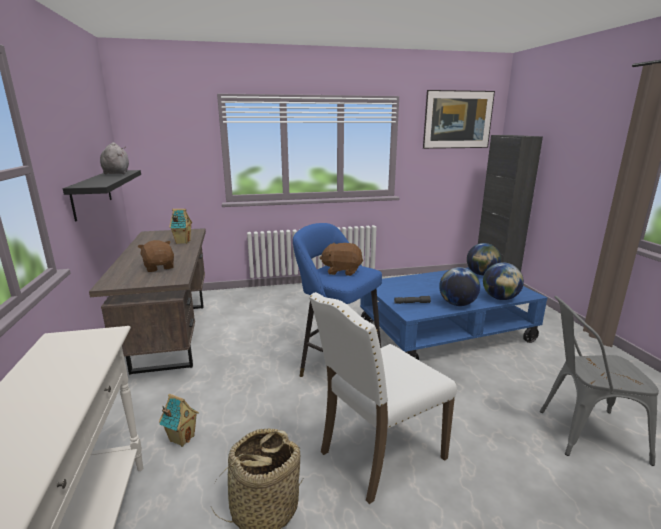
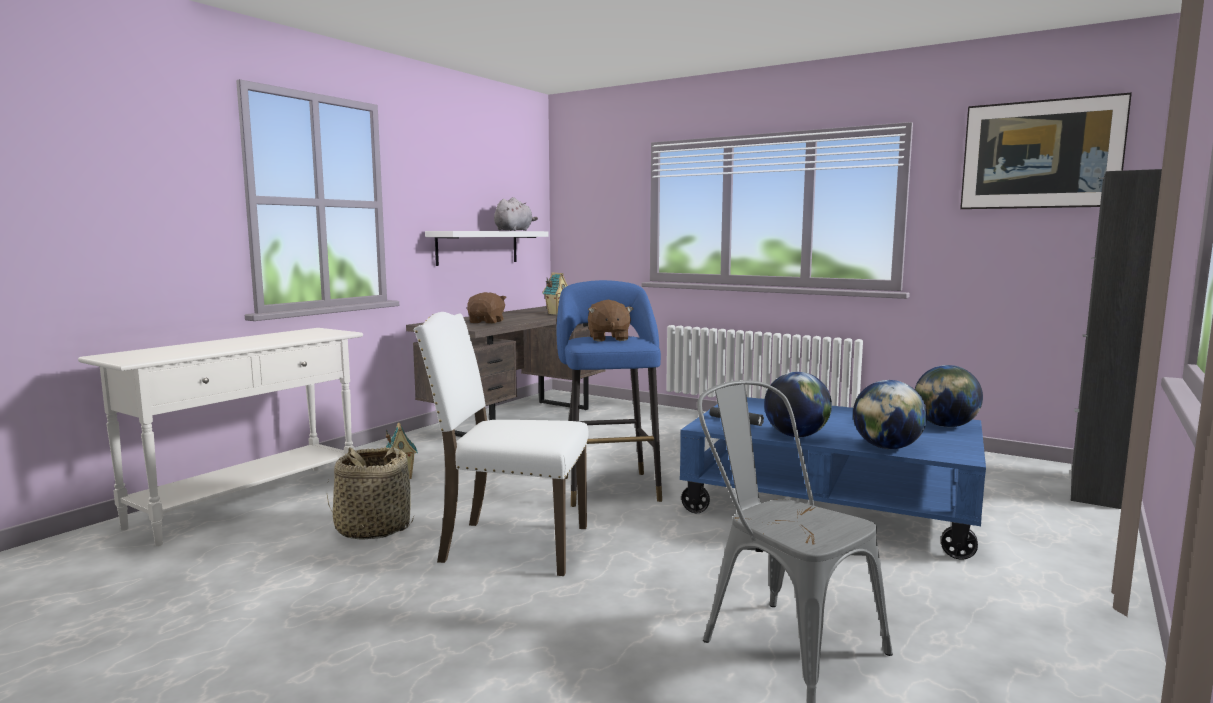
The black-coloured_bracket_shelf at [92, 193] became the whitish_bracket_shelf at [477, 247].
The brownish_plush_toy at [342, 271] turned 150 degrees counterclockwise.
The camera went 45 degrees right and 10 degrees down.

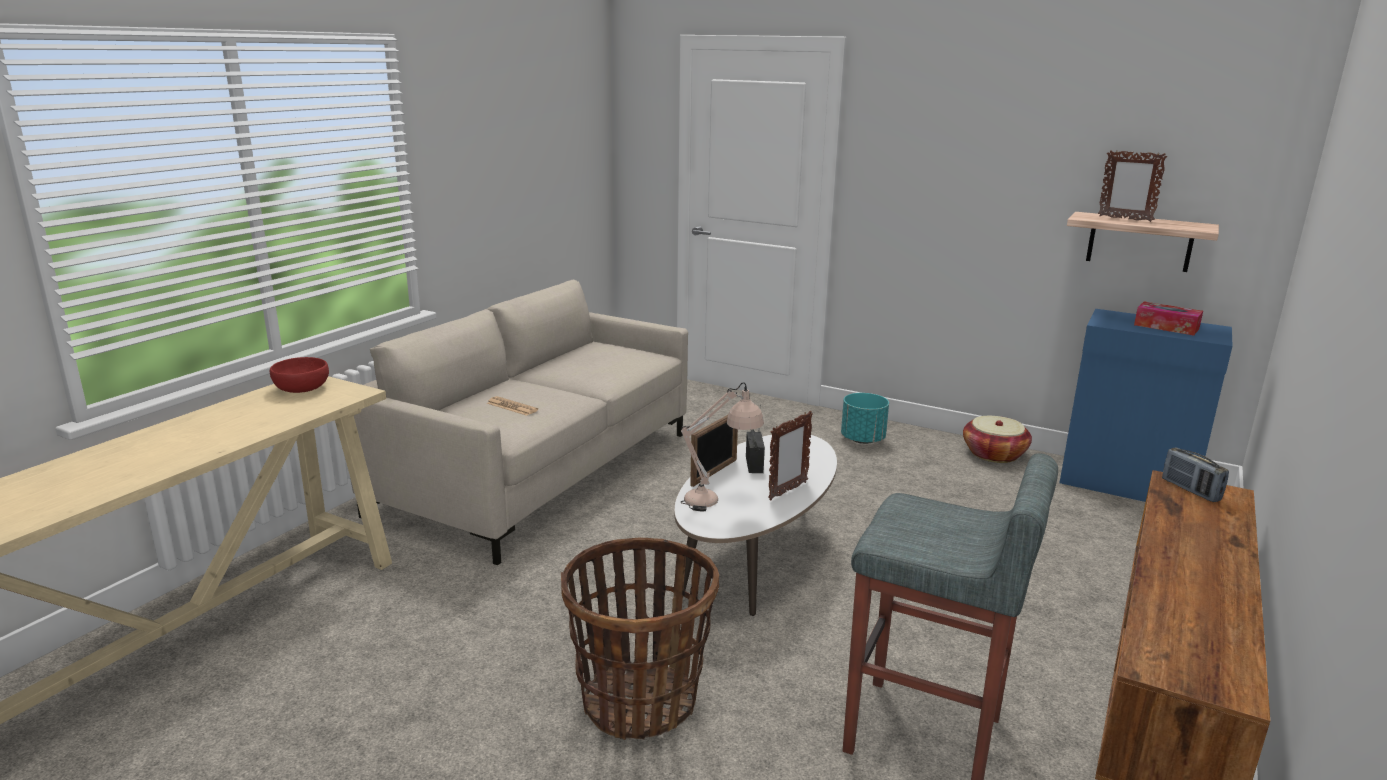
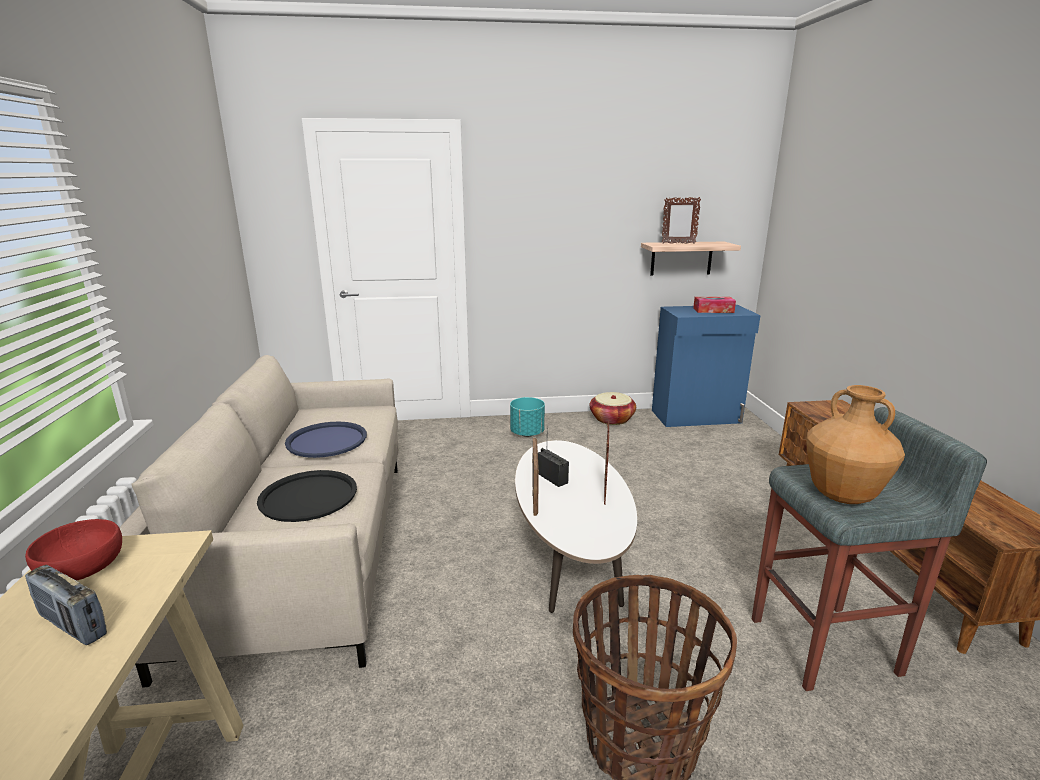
The printed_paper at [512, 407] was replaced by the black-coloured_tray at [308, 497].
The beige_lamp_for_a_table at [719, 501] disappeared.
The radio_set moved from [1190, 490] to [73, 625].
The bluish_tray at [326, 440] appeared.
The brownish_decorative_vase at [841, 496] appeared.
The camera went 35 degrees left and 0 degrees up.

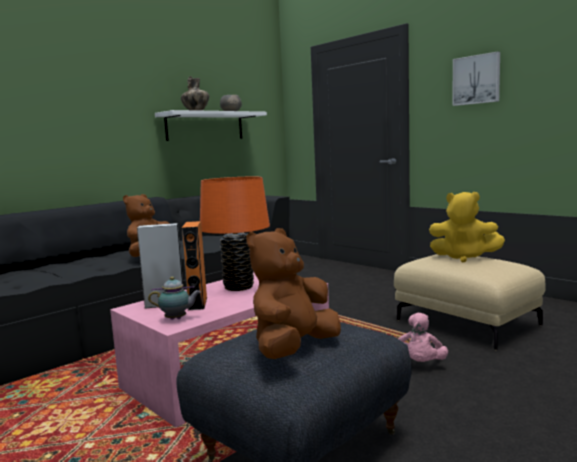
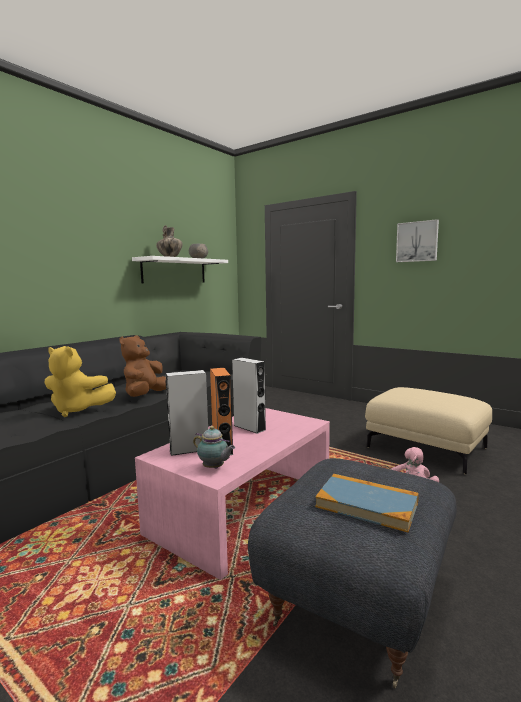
The tea_pot at [177, 319] turned 45 degrees clockwise.
The orangey_lamp_for_a_table at [238, 287] was replaced by the greyish_speaker at [249, 427].
The brownish_plush_toy at [293, 349] was replaced by the volume at [367, 505].
The yellowish_plush_toy moved from [463, 257] to [77, 410].
The camera went 10 degrees left and 0 degrees up.

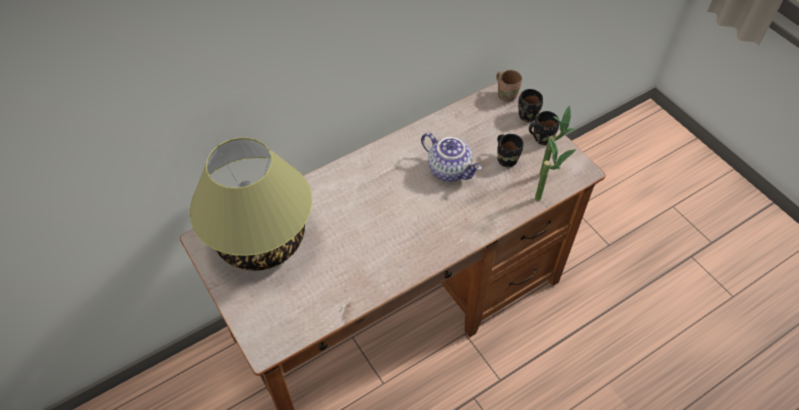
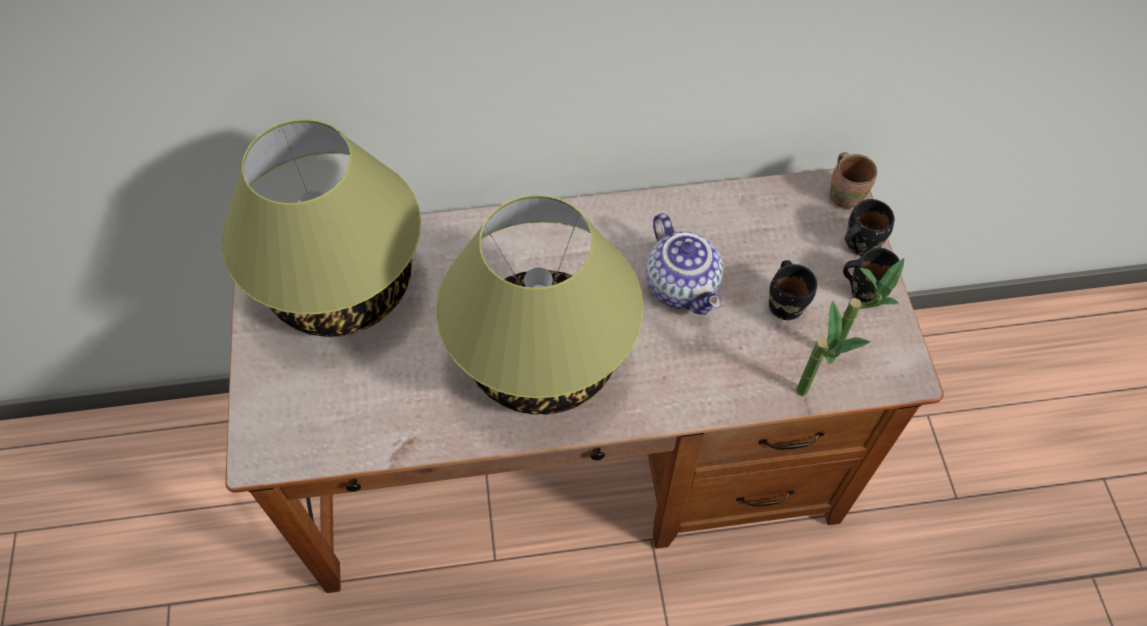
The lamp_for_a_table at [542, 357] appeared.
The camera went 25 degrees right and 5 degrees up.

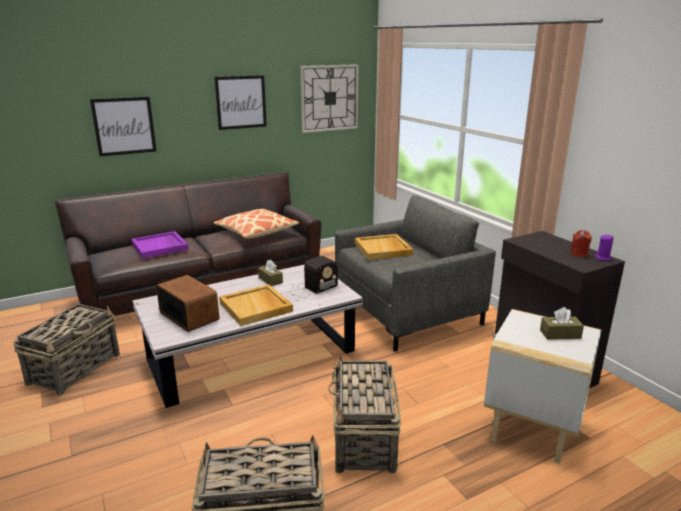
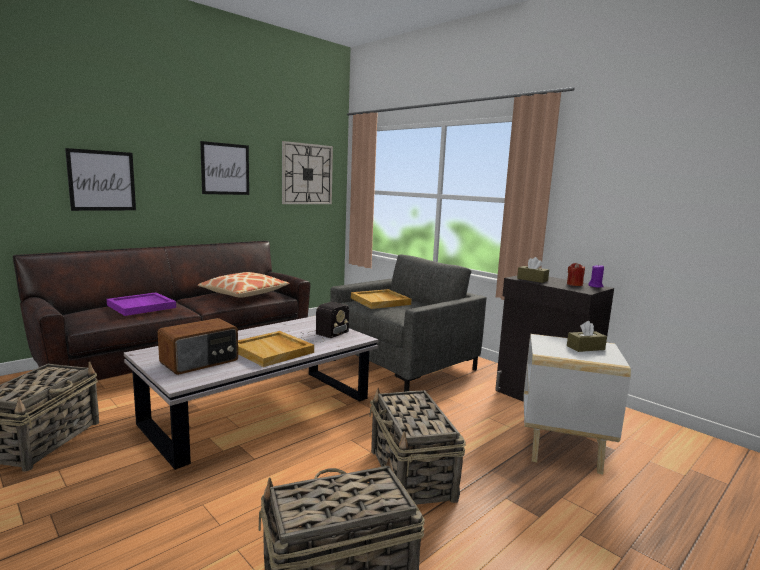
The radio_set at [190, 316] turned 105 degrees clockwise.
The brownish_tissue_holder moved from [270, 280] to [532, 279].
The camera went 15 degrees left and 10 degrees down.

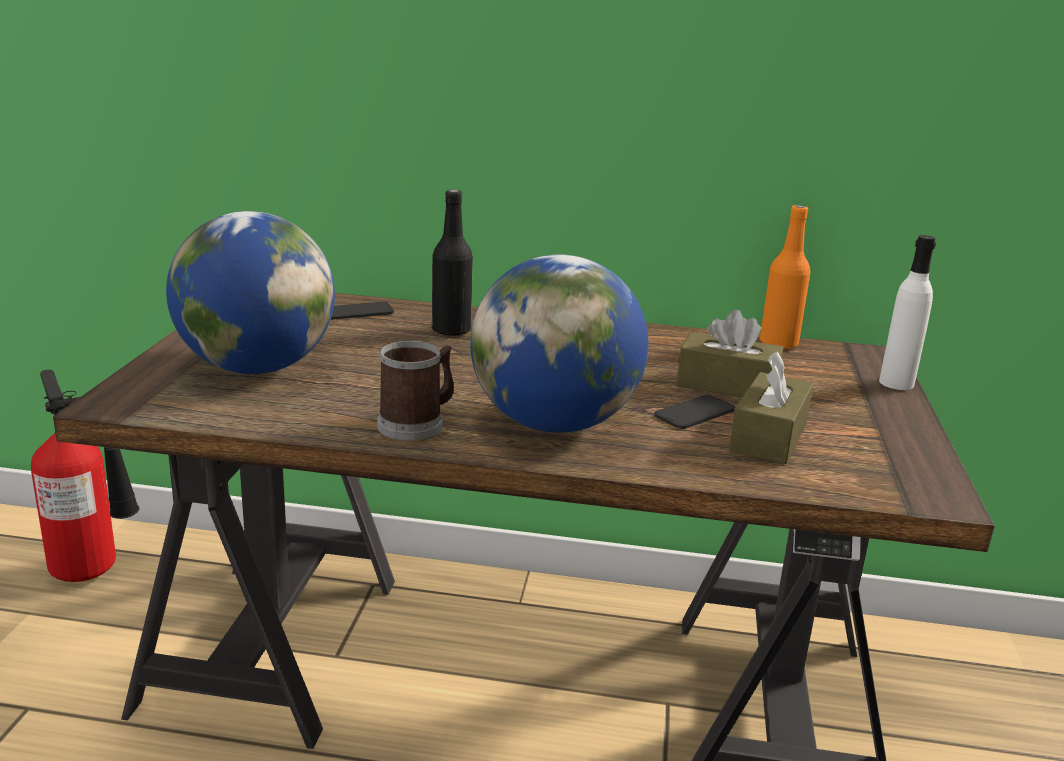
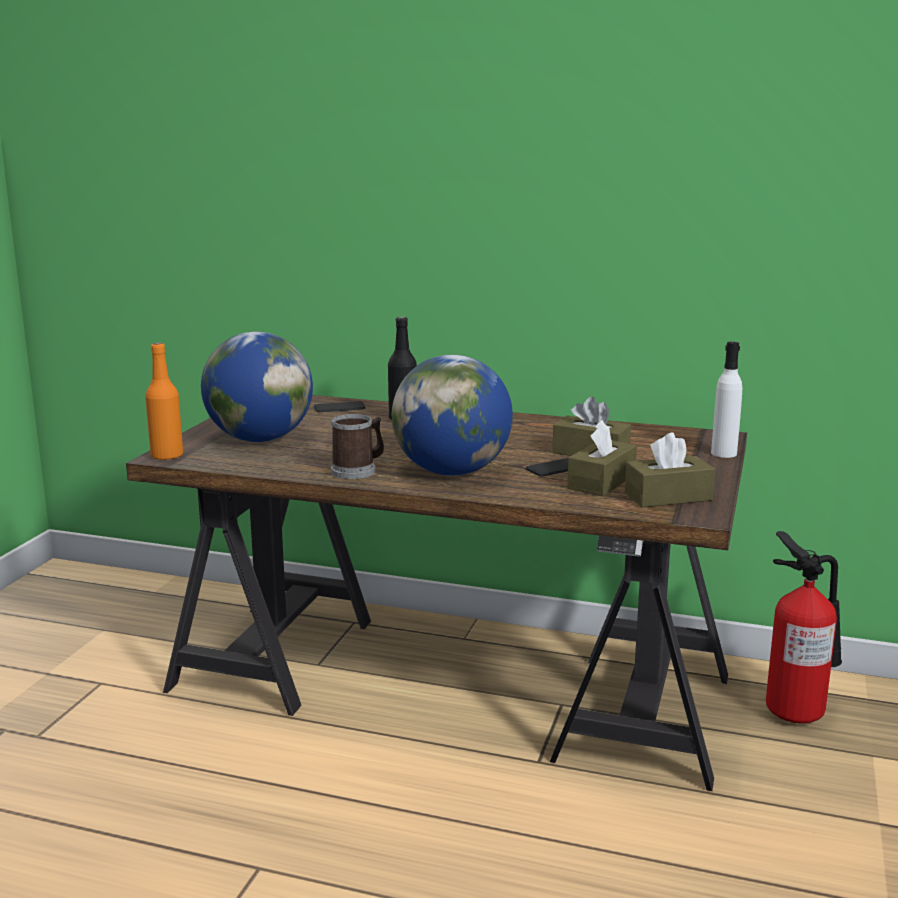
The extinguisher moved from [93, 567] to [798, 711].
The orangey_bottle moved from [778, 343] to [167, 456].
The brownish_tissue_holder at [668, 497] appeared.
The camera went 10 degrees right and 5 degrees down.

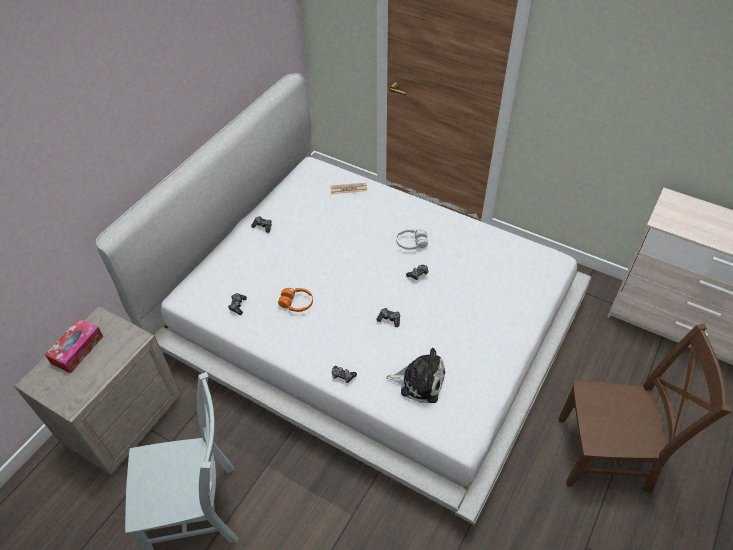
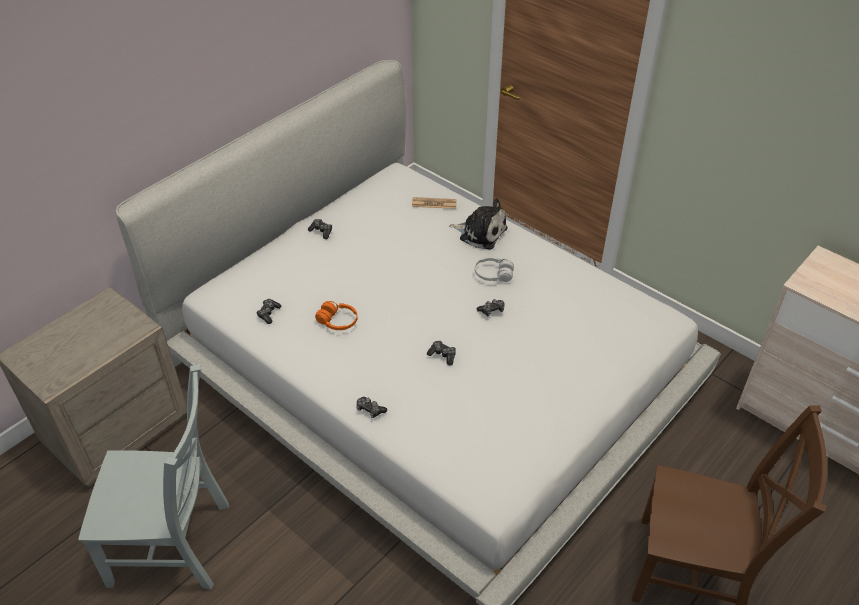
The tissue_holder at [77, 350] disappeared.
The plush_toy moved from [419, 381] to [480, 233].
The camera went 10 degrees right and 5 degrees down.

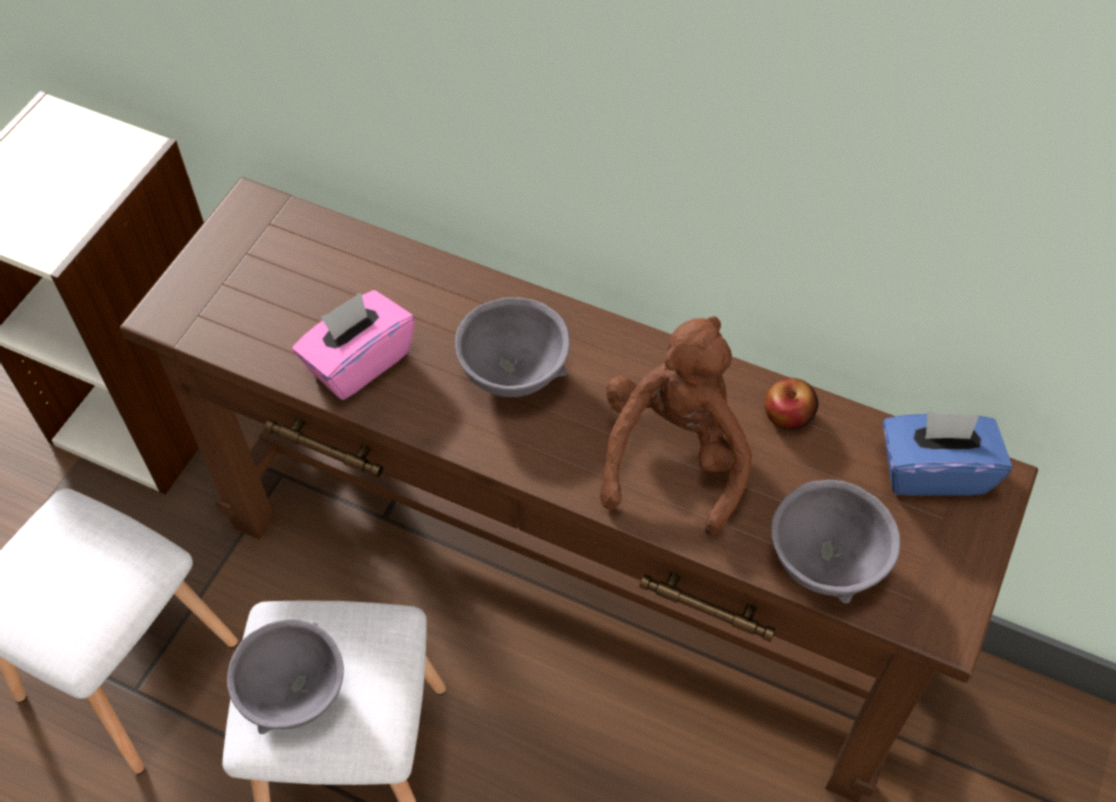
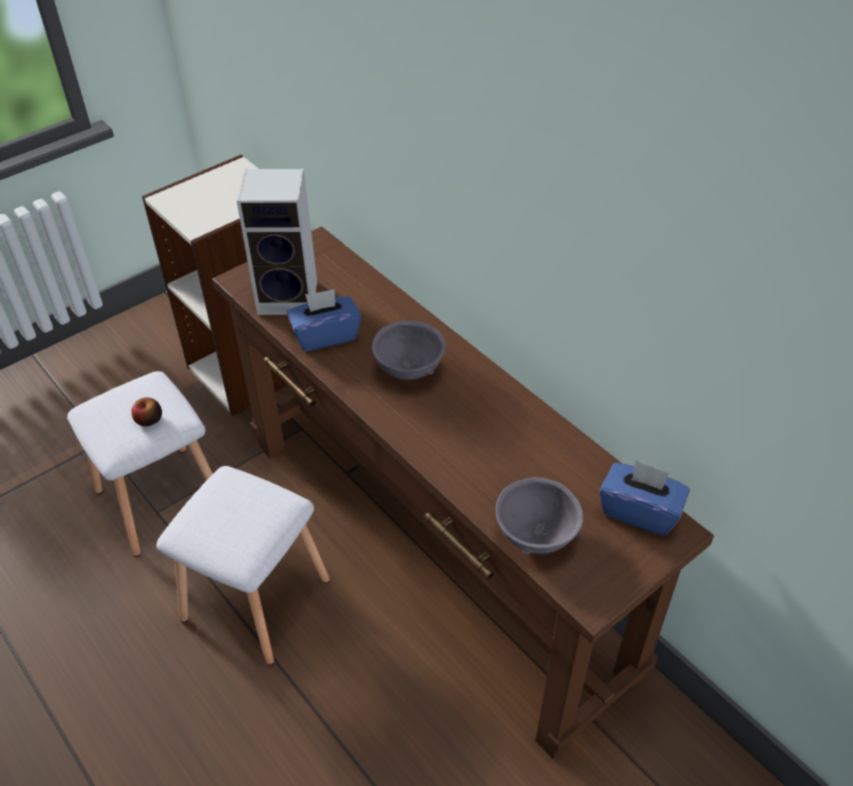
The greyish_bowl at [296, 693] disappeared.
The pinkish_tissue_holder at [359, 362] became the bluish_tissue_holder at [326, 335].
The brownish_plush_toy at [674, 455] disappeared.
The whole_apple moved from [788, 415] to [149, 420].
The speaker at [290, 297] appeared.
The camera went 25 degrees right and 10 degrees down.

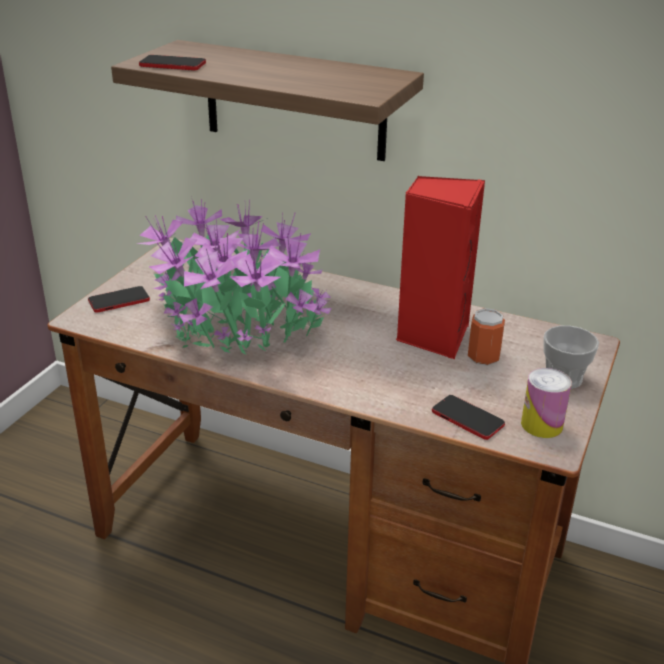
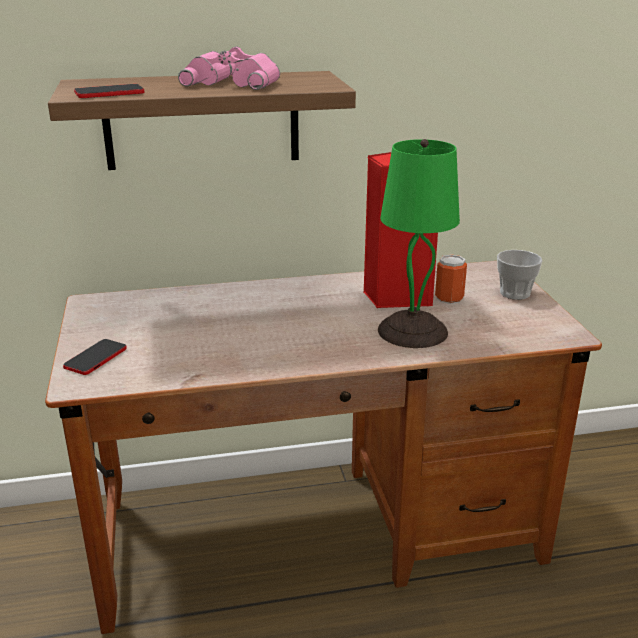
The potted_plant at [238, 327] disappeared.
The handset at [467, 418] disappeared.
The can at [541, 425] disappeared.
The pinkish_pair_of_binoculars at [234, 82] appeared.
The green_lamp_for_a_table at [414, 331] appeared.
The camera went 35 degrees left and 5 degrees down.

